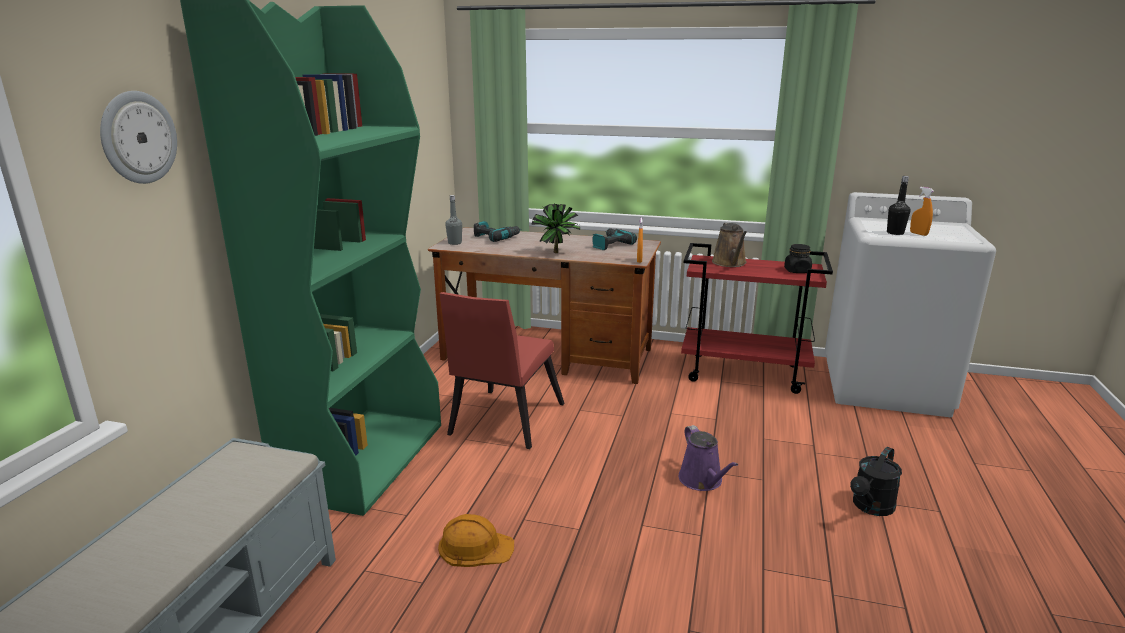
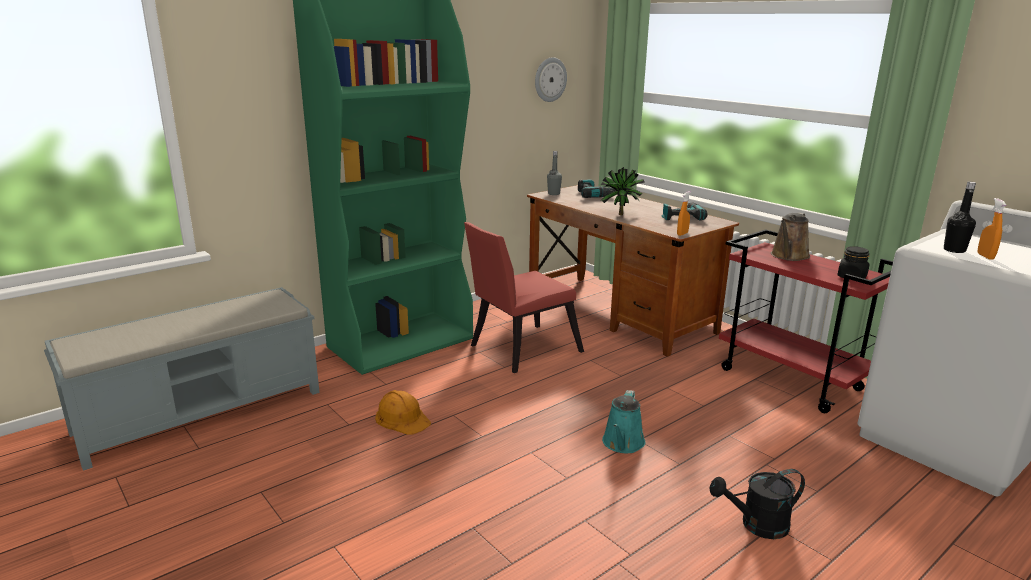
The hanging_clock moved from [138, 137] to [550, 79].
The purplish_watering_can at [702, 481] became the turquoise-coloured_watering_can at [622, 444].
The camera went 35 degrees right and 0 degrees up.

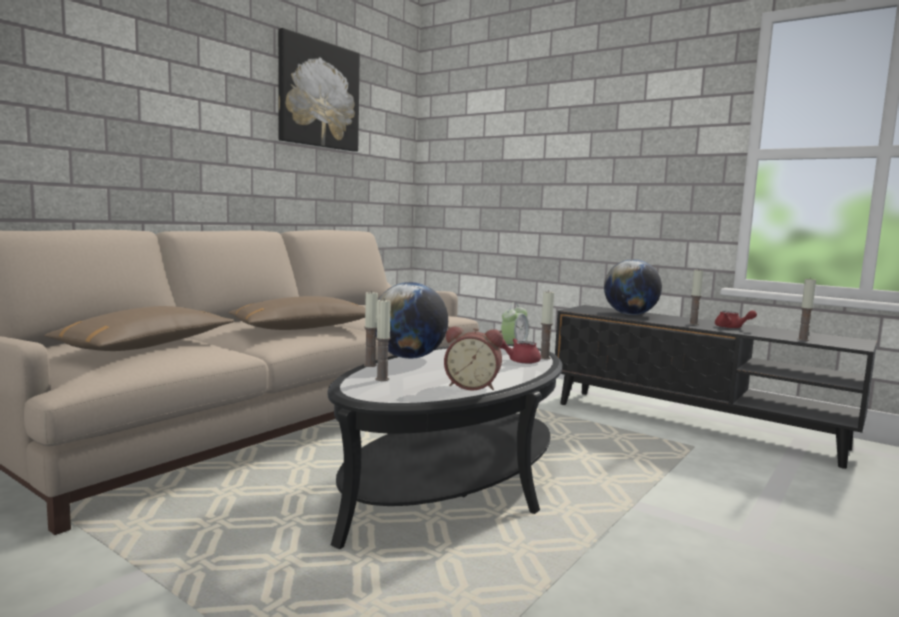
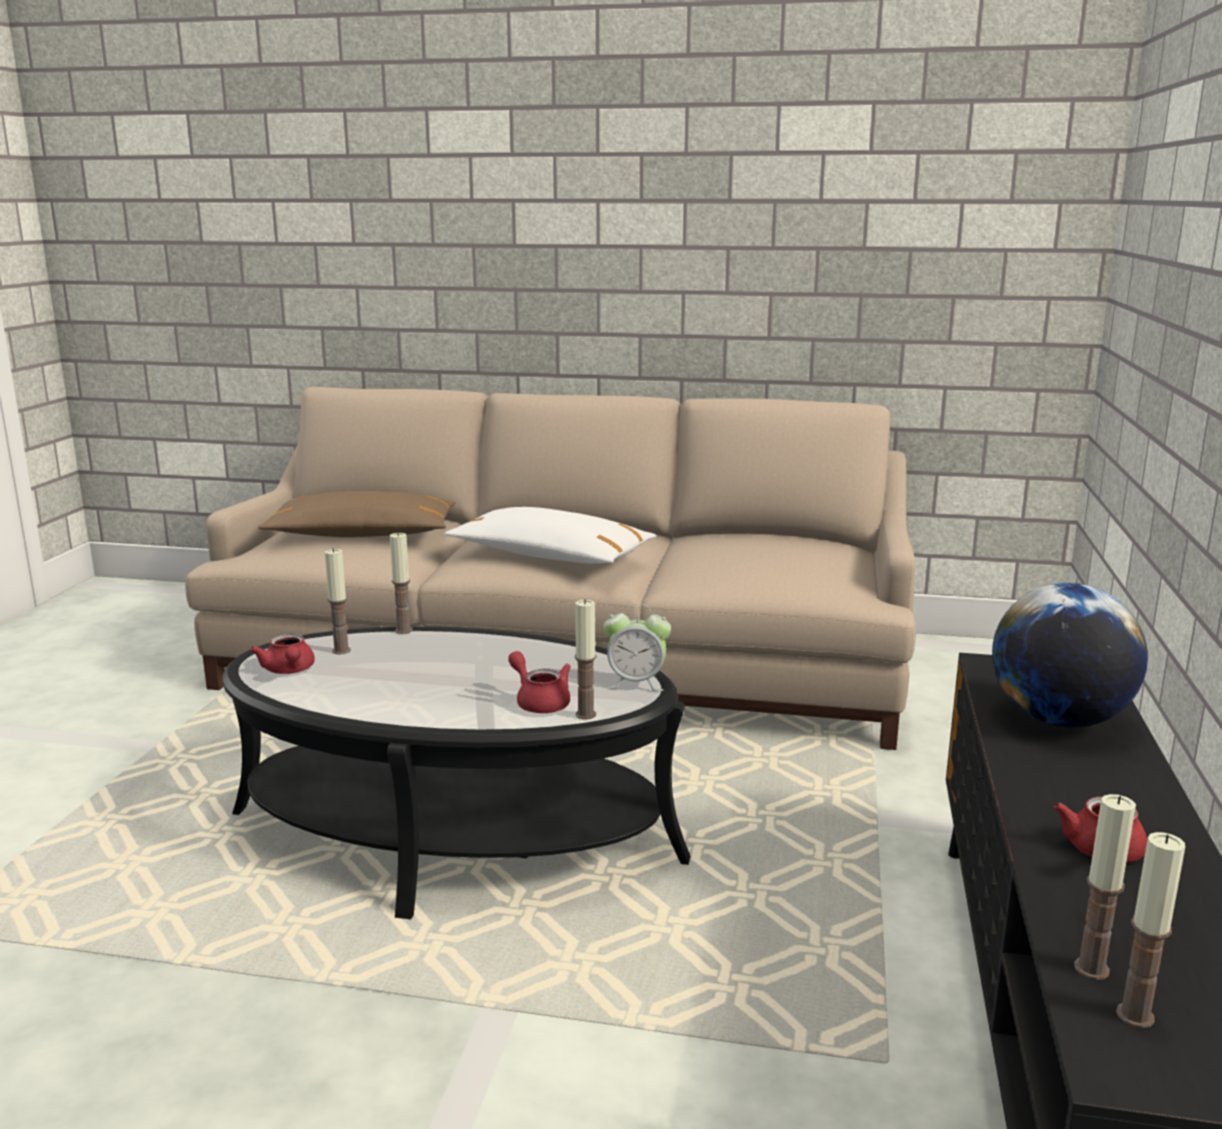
The brownish_pillow at [303, 328] became the whitish_pillow at [550, 556].
The picture at [318, 94] disappeared.
The world_globe at [409, 357] disappeared.
The alarm_clock at [472, 386] disappeared.
The wax_light moved from [693, 324] to [1135, 1015].
The reddish_tea_pot at [289, 671] appeared.
The camera went 65 degrees right and 10 degrees up.

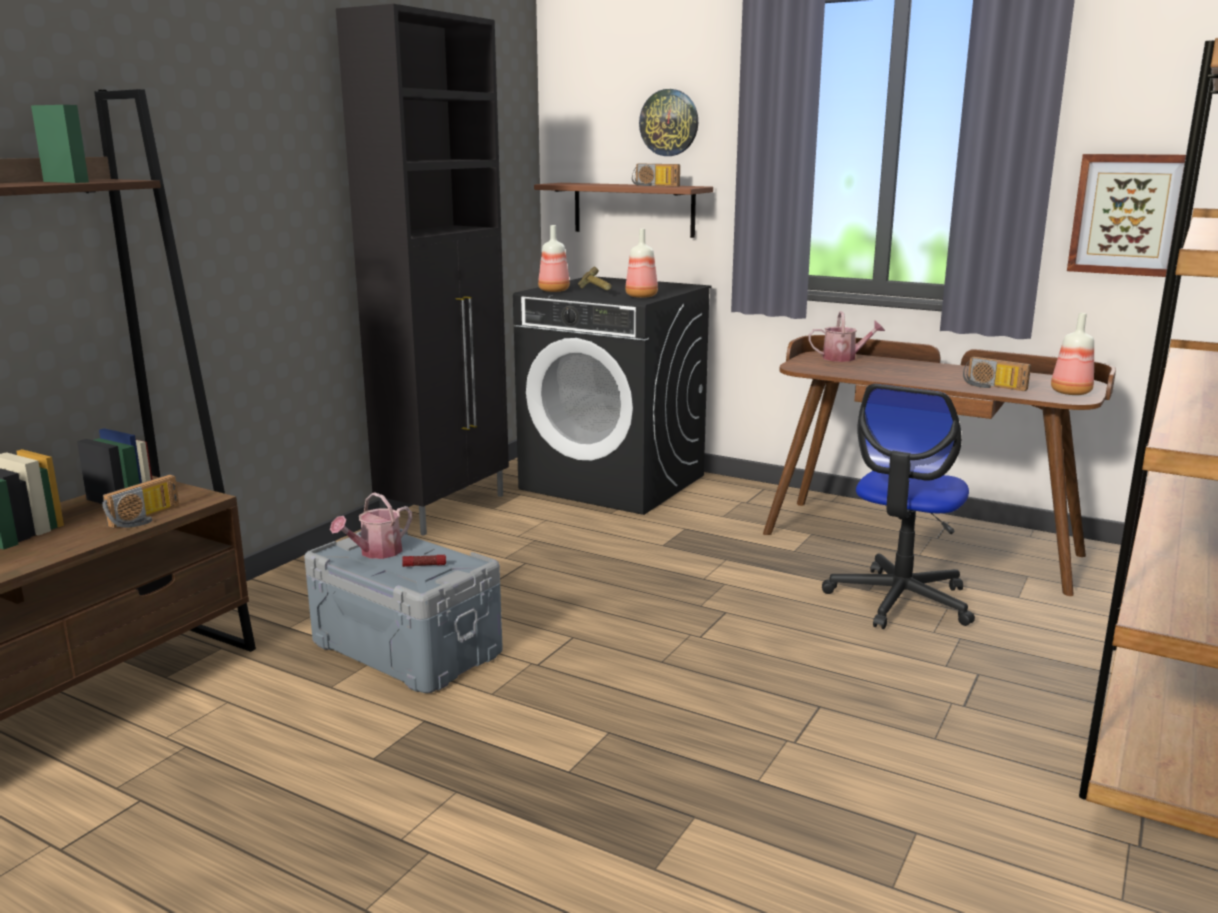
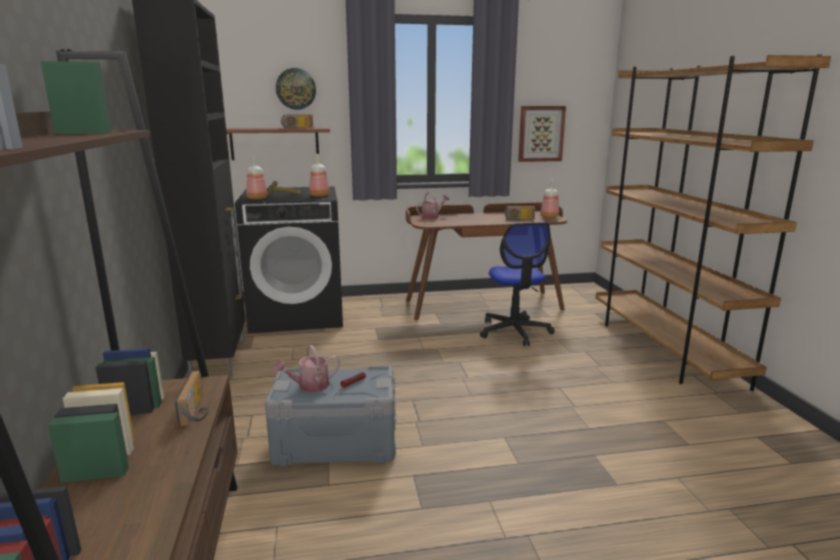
The watering_can at [376, 552] turned 60 degrees clockwise.
The camera went 40 degrees left and 0 degrees up.

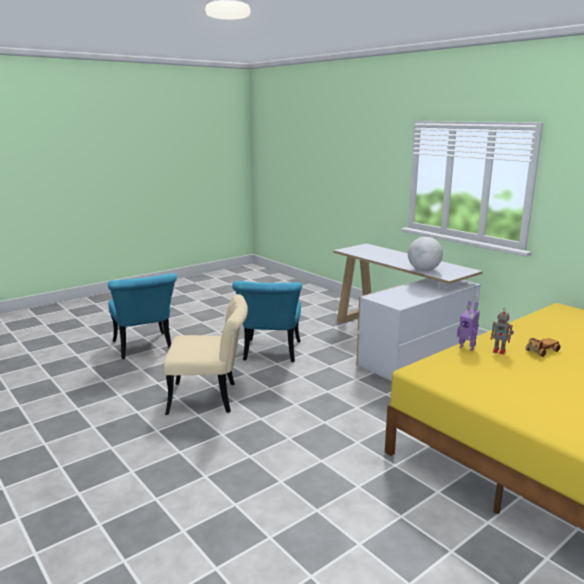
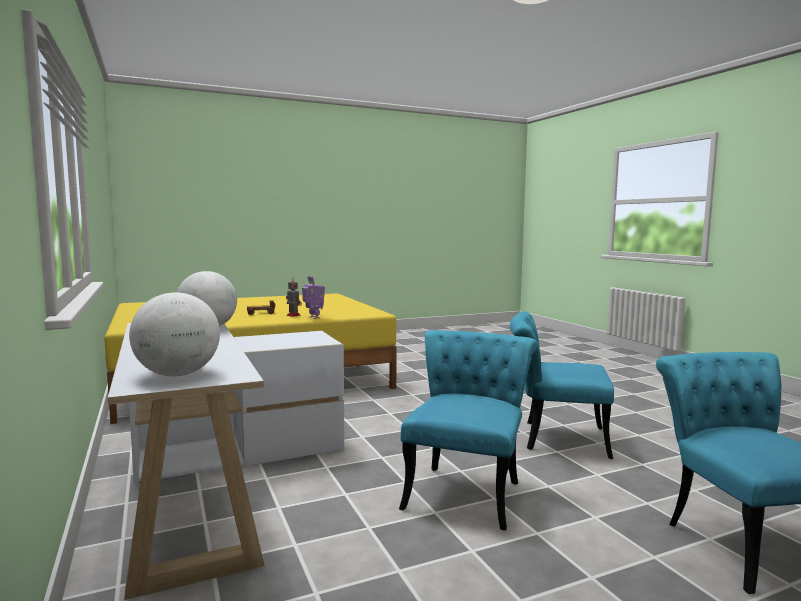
The beige_upright_chair at [211, 398] became the turquoise-coloured_upright_chair at [554, 438].
The world_globe at [177, 374] appeared.
The camera went 165 degrees left and 10 degrees down.

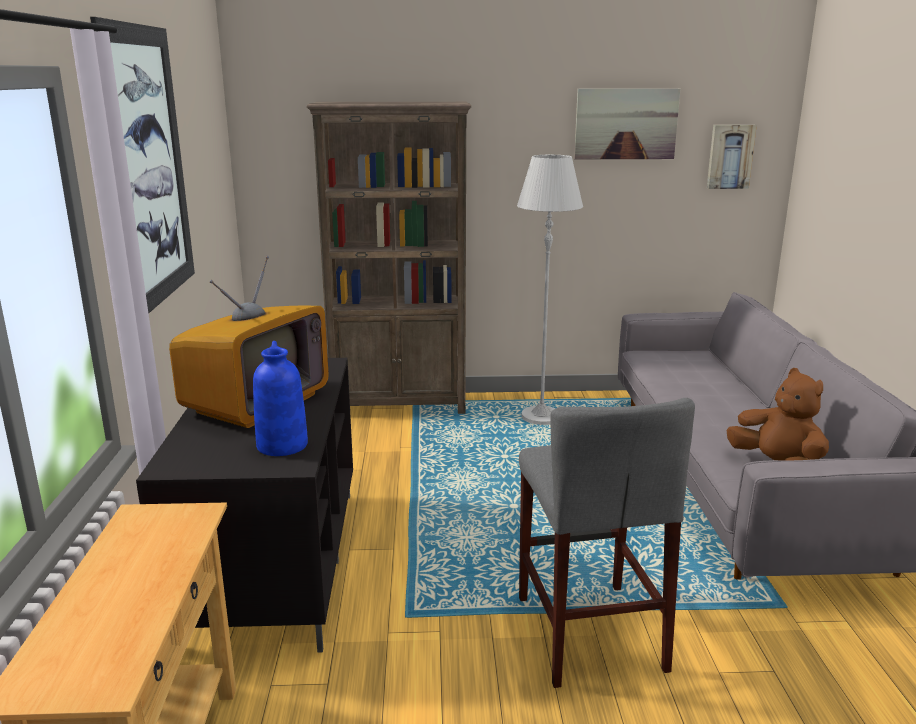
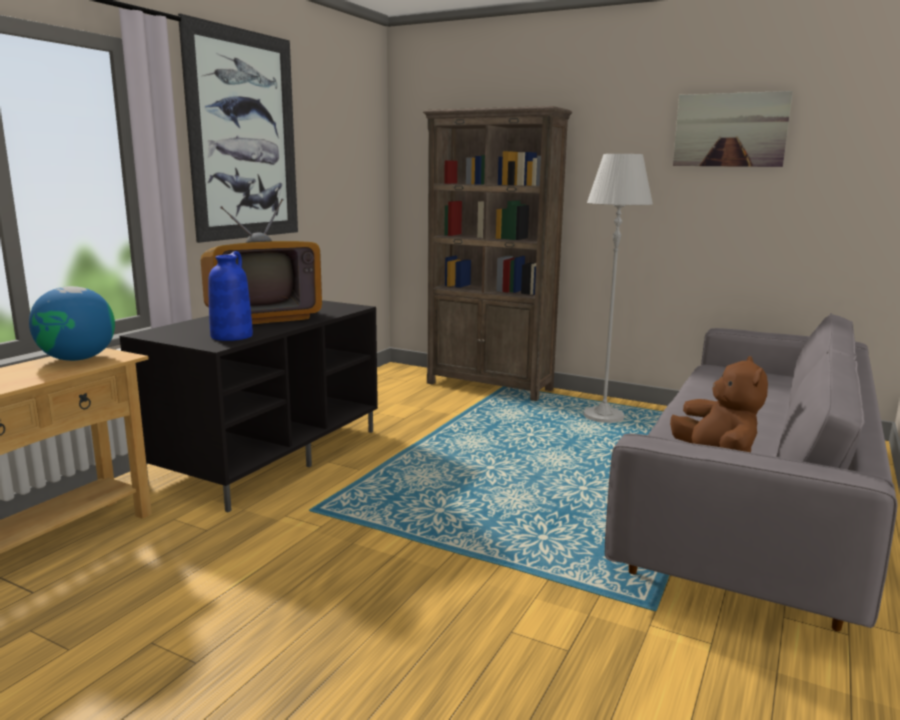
The greyish_stool at [589, 632] disappeared.
The picture at [730, 156] disappeared.
The world_globe at [77, 359] appeared.
The camera went 30 degrees right and 5 degrees down.

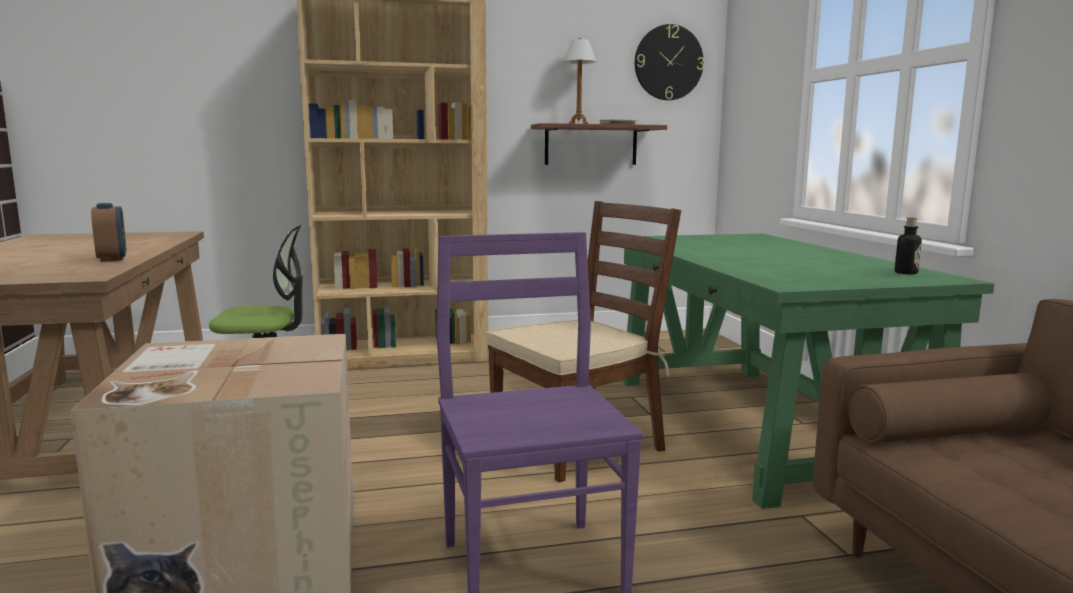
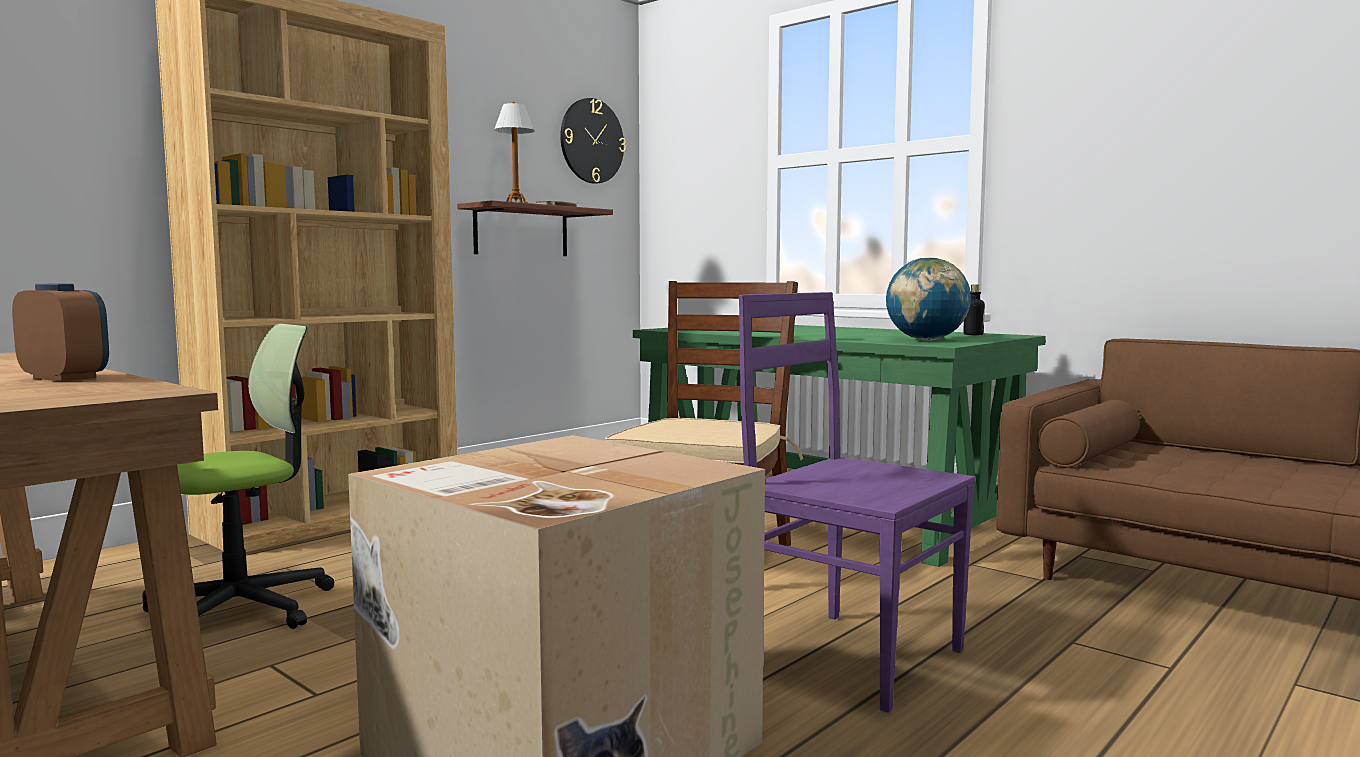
The world_globe at [926, 340] appeared.
The camera went 35 degrees left and 5 degrees down.

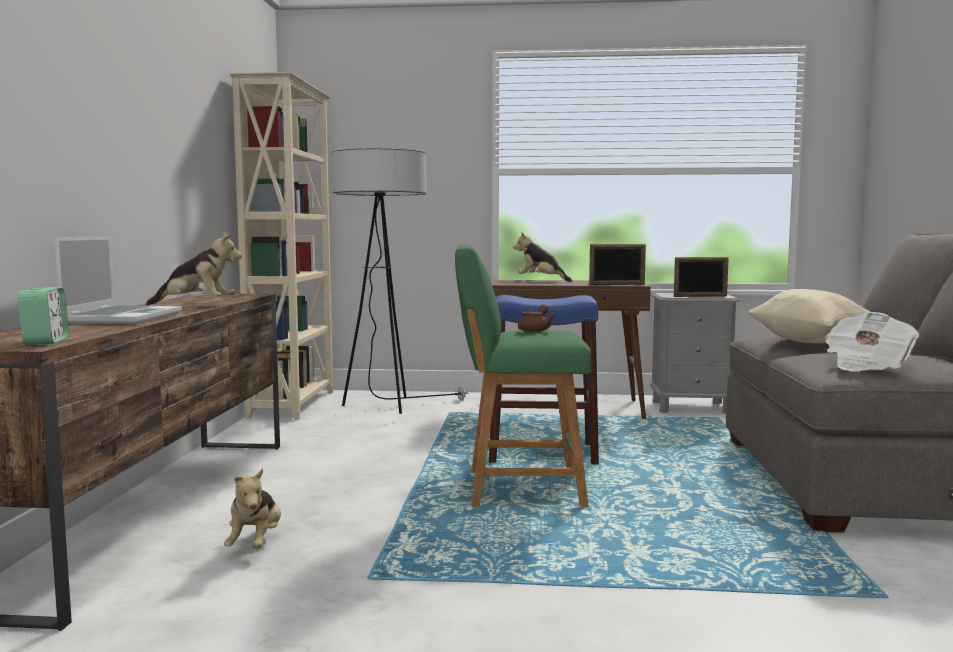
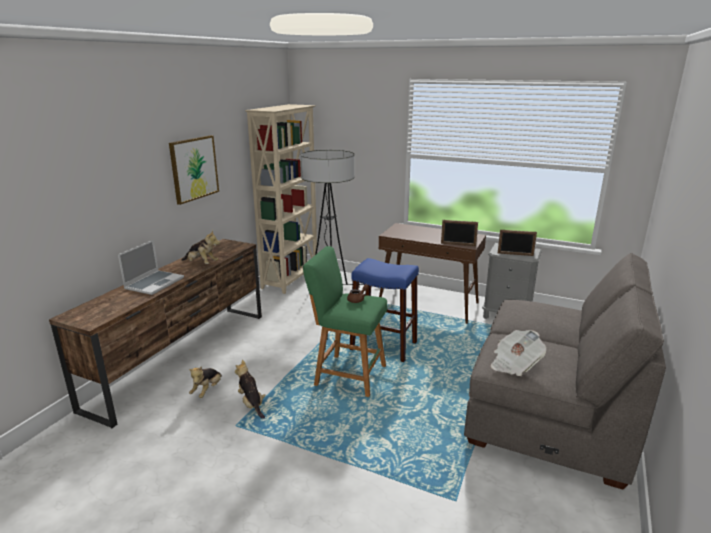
The alarm_clock at [46, 342] disappeared.
The plush_toy moved from [541, 280] to [251, 404].
The beige_pillow at [812, 342] disappeared.
The picture at [194, 168] appeared.
The camera went 20 degrees right and 15 degrees up.

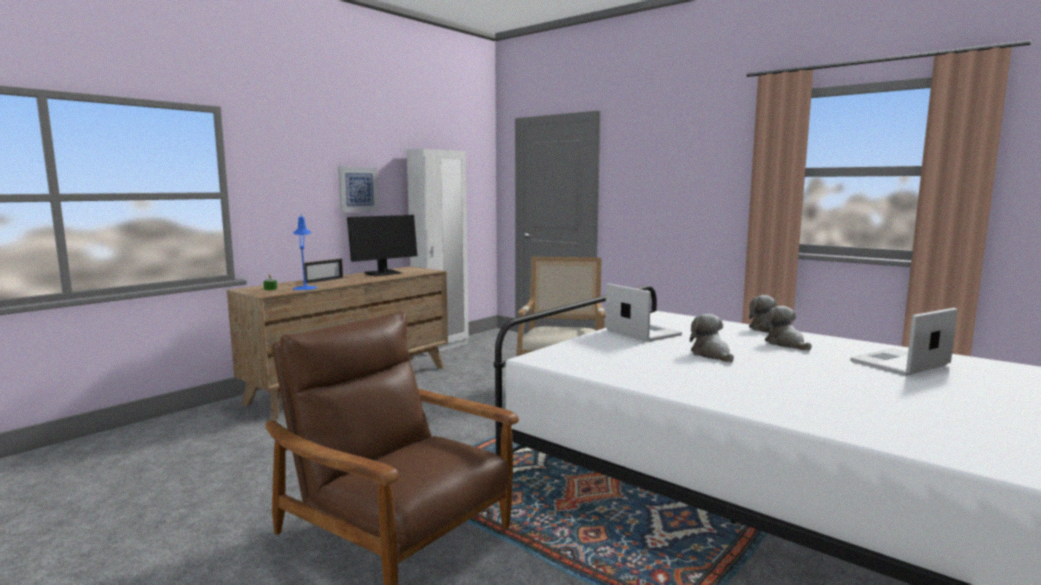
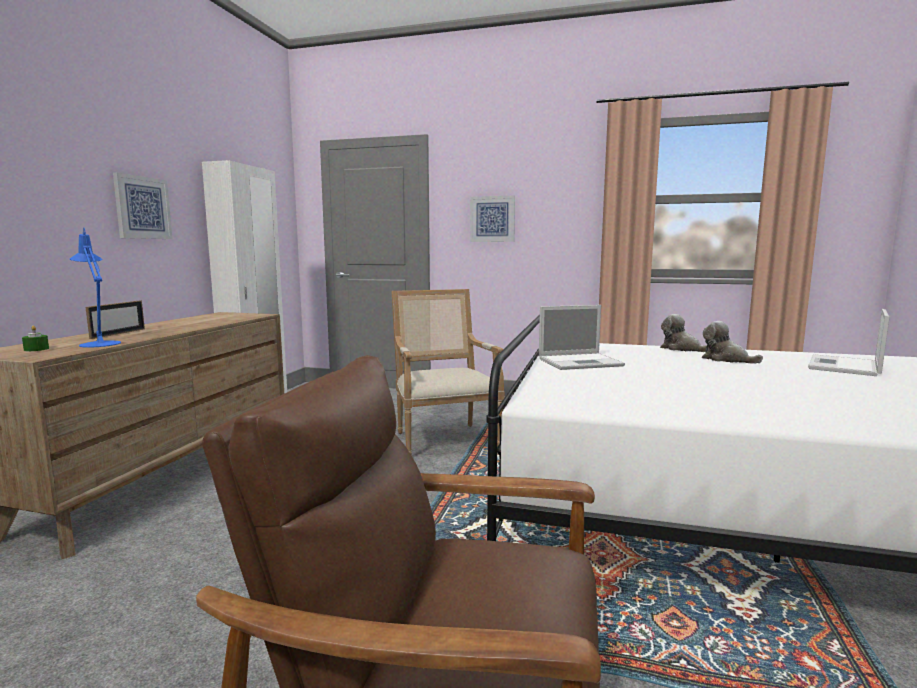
The monitor at [383, 273] disappeared.
The notebook_computer at [641, 332] turned 135 degrees clockwise.
The plush_toy at [711, 355] disappeared.
The picture at [492, 219] appeared.
The camera went 25 degrees left and 0 degrees up.

